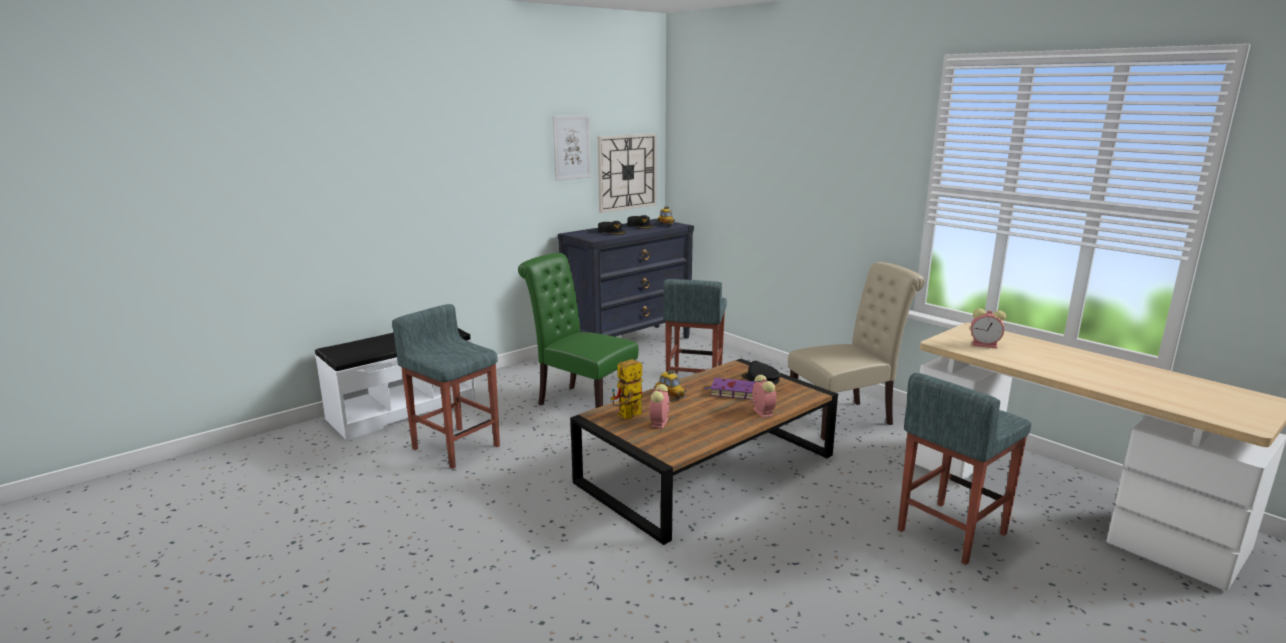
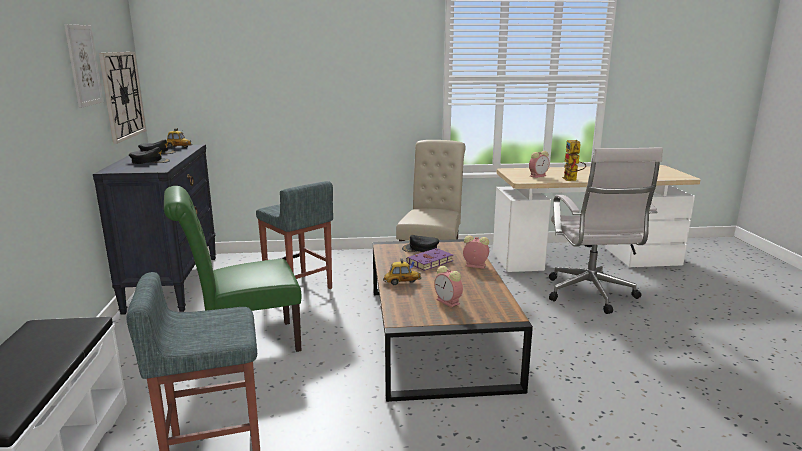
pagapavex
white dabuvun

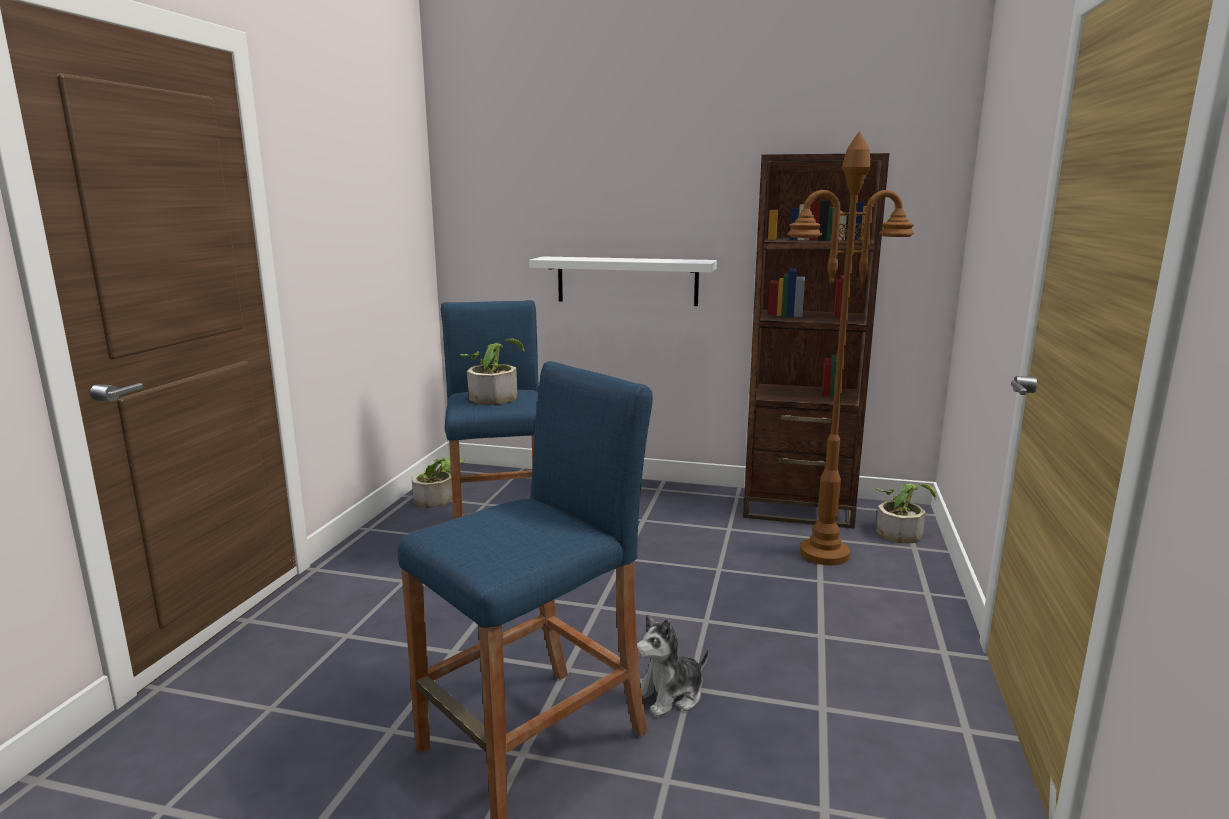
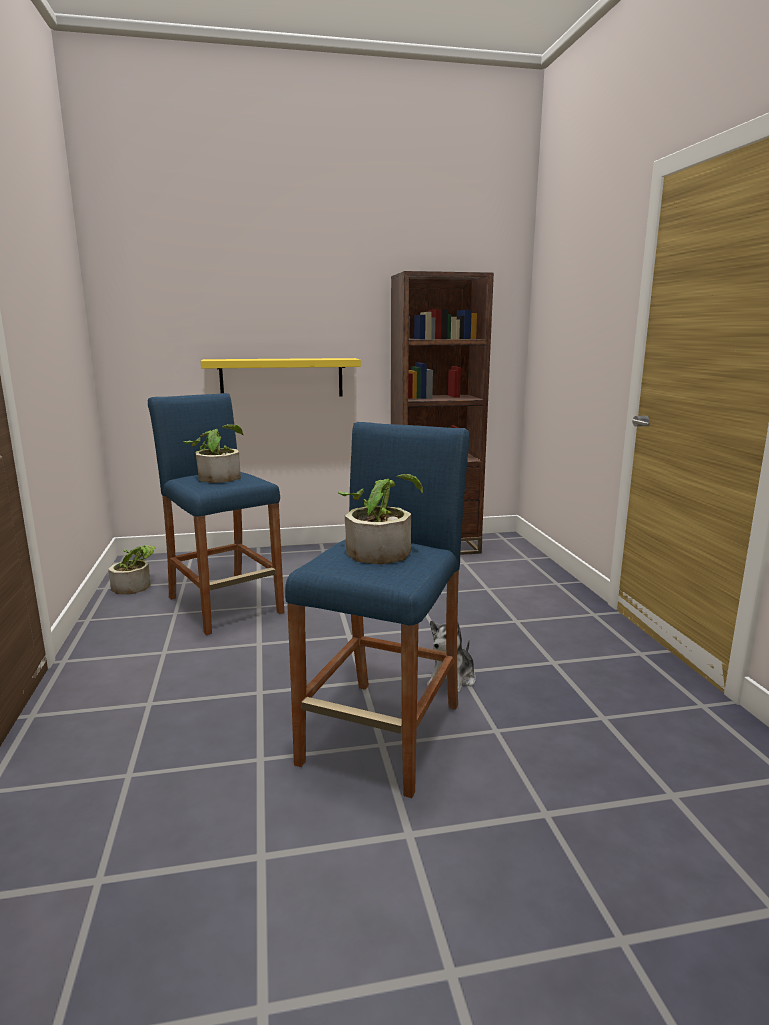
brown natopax
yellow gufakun
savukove (3rd from left)

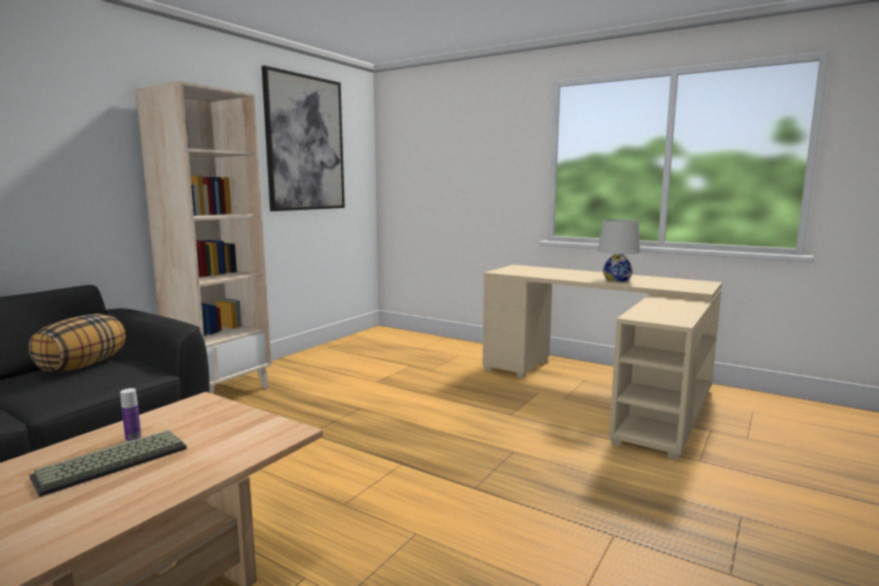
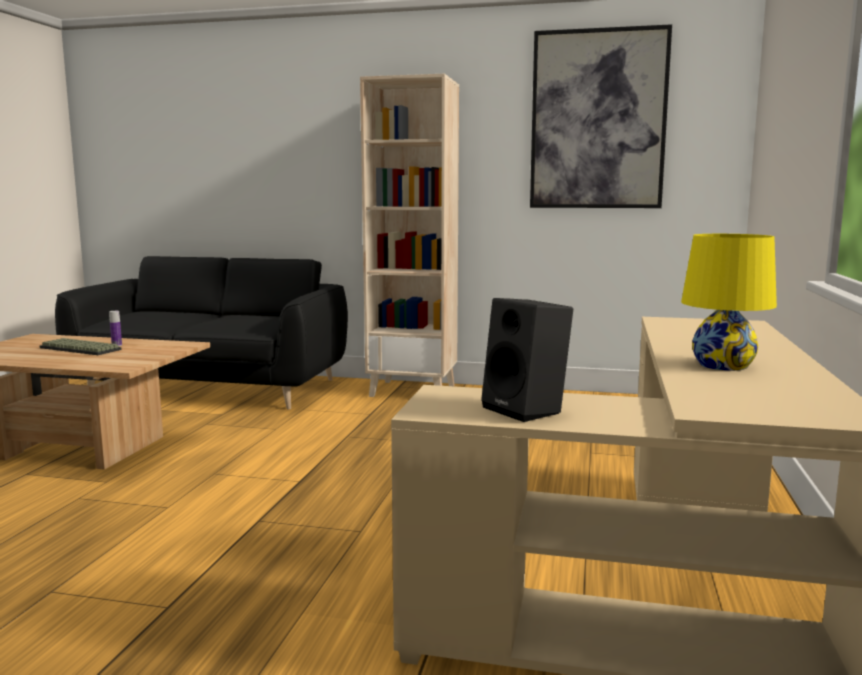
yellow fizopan
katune
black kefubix

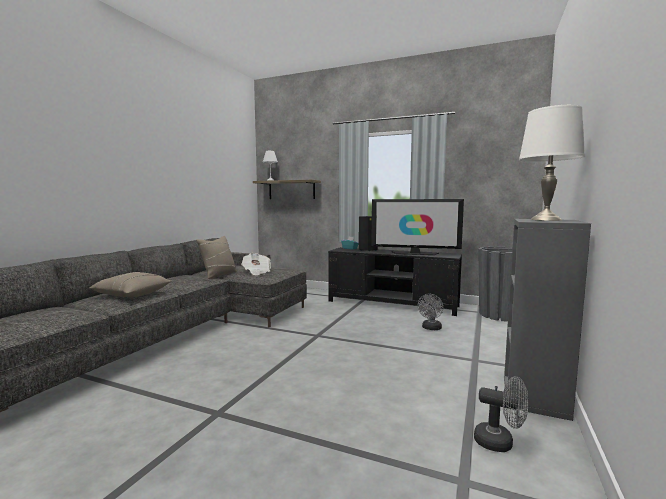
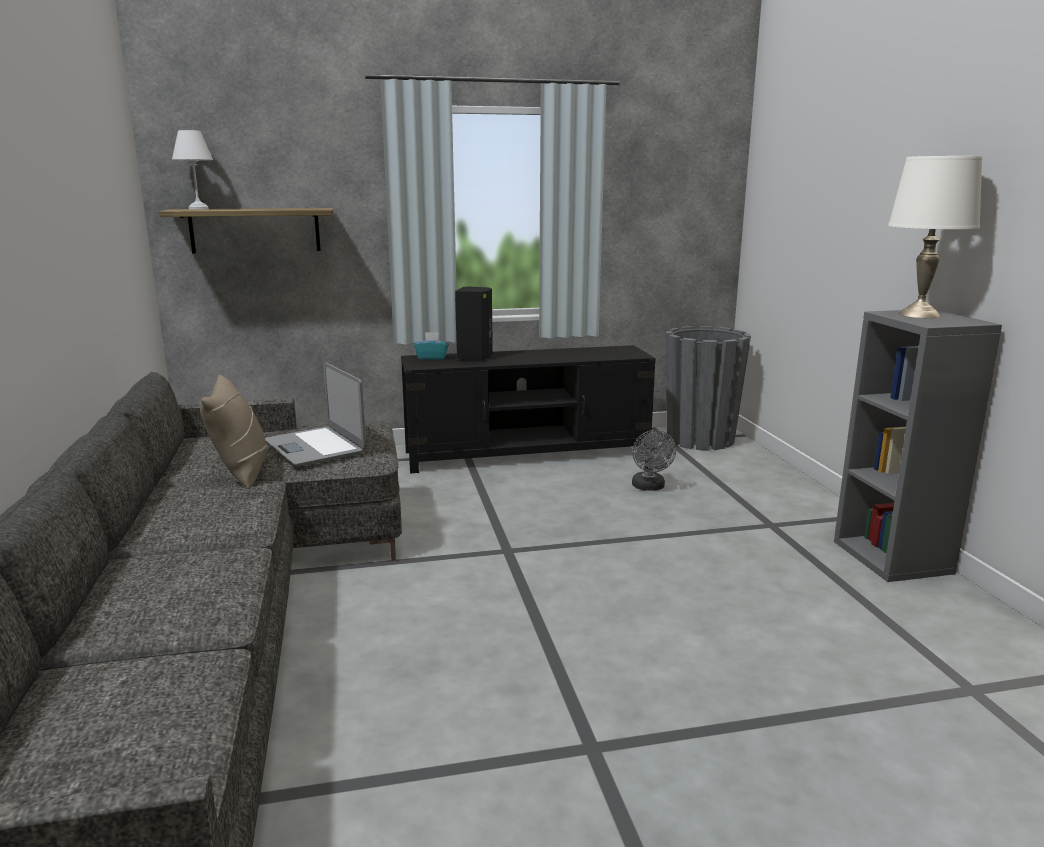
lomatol
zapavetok
beige katune (1st from left in the first image)
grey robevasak (2nd from left in the first image)

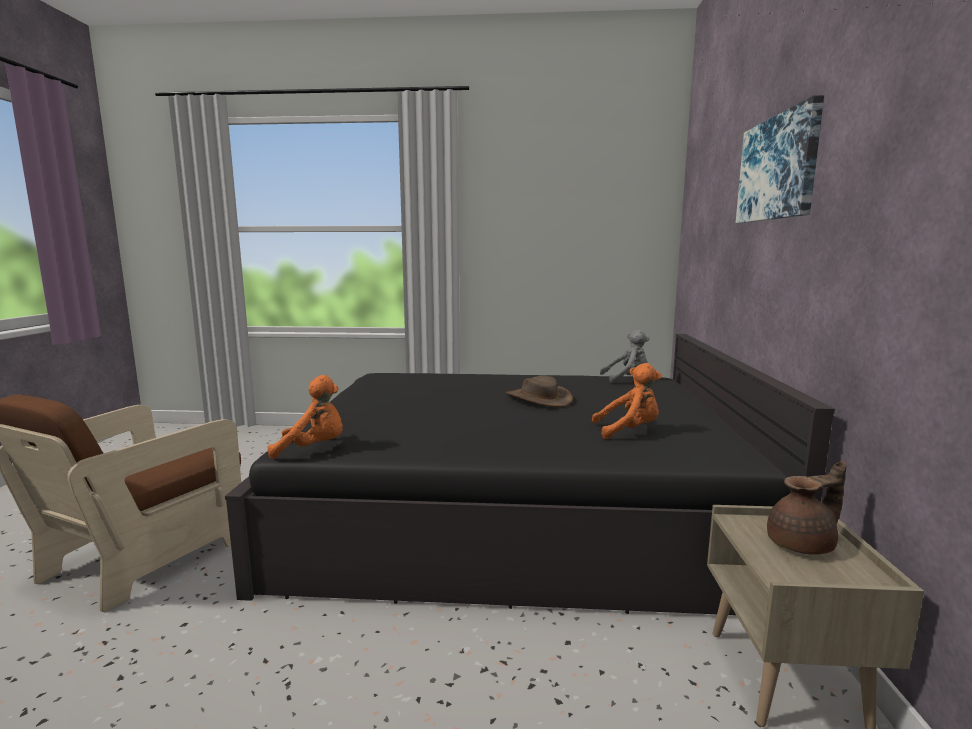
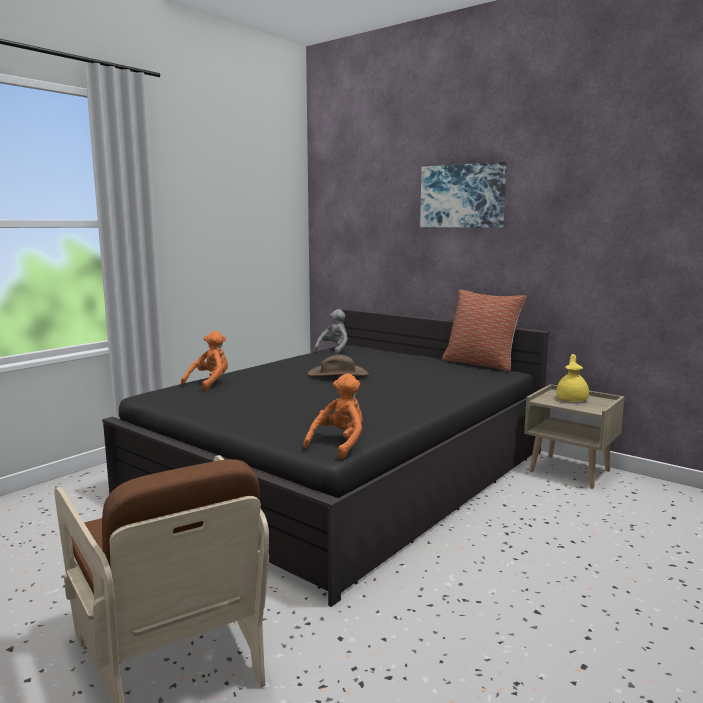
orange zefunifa (1st from left)
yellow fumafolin
katune

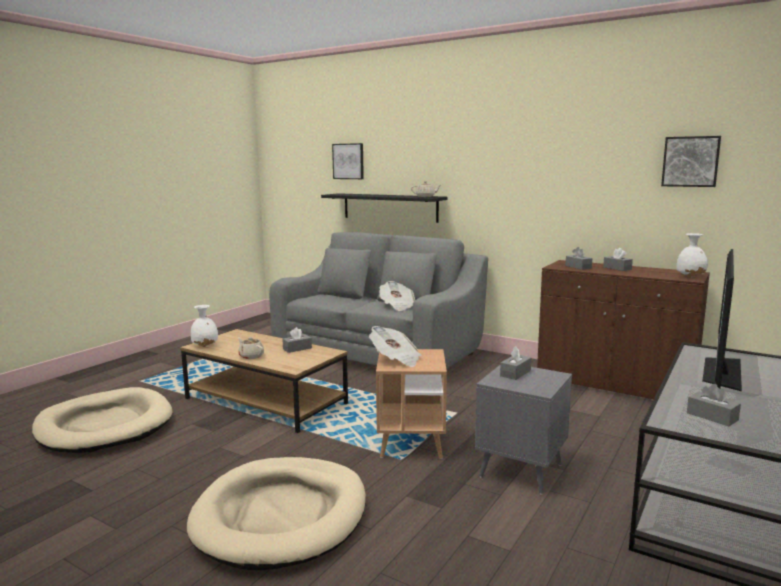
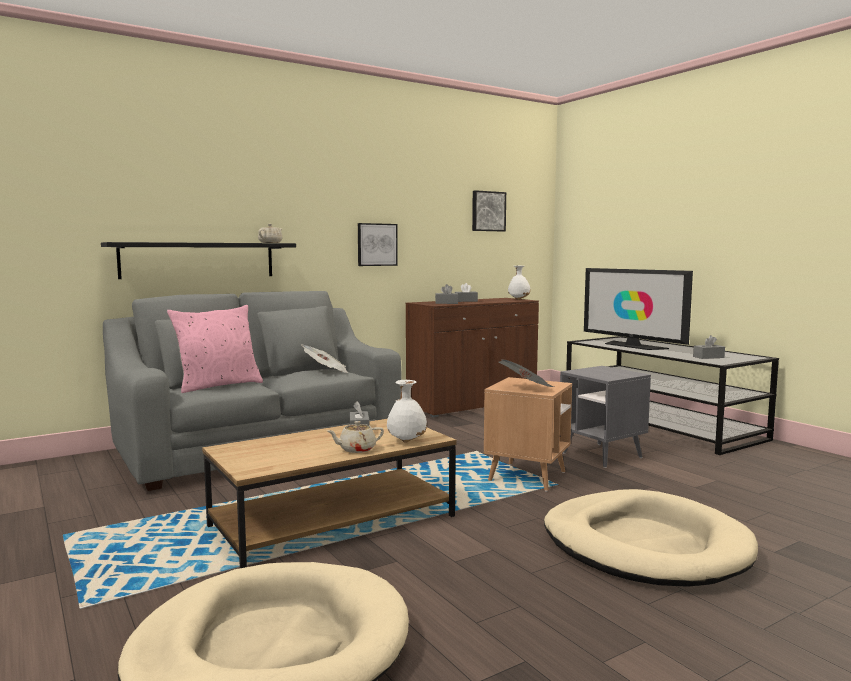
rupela (1st from left)
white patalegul (1st from left)
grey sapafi (2nd from left in the first image)
pink katune

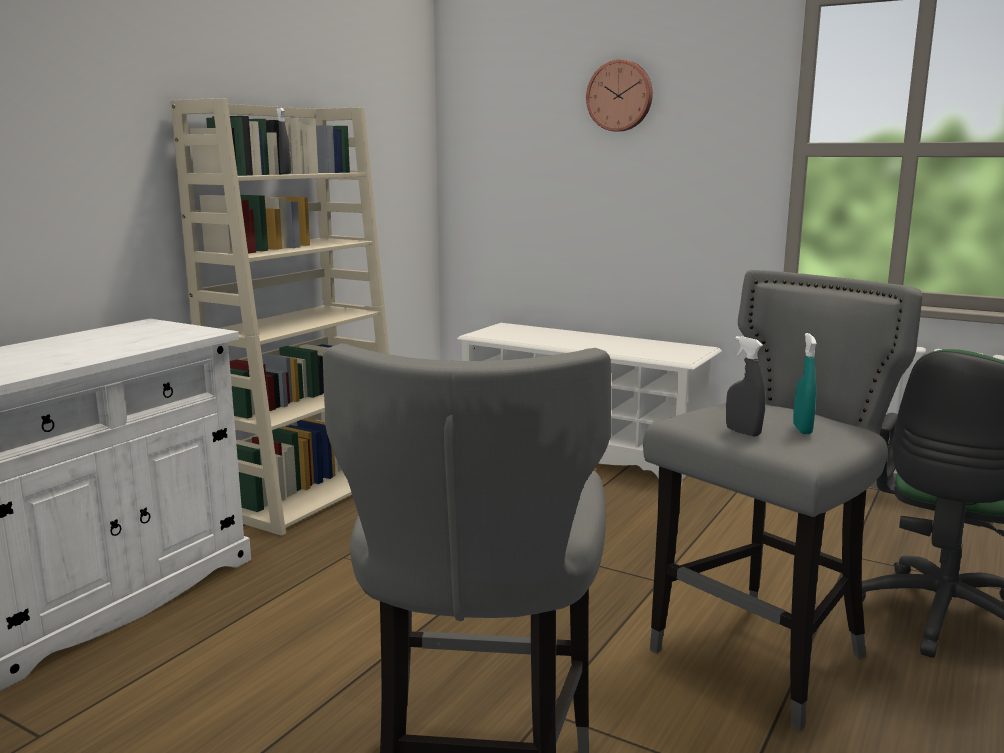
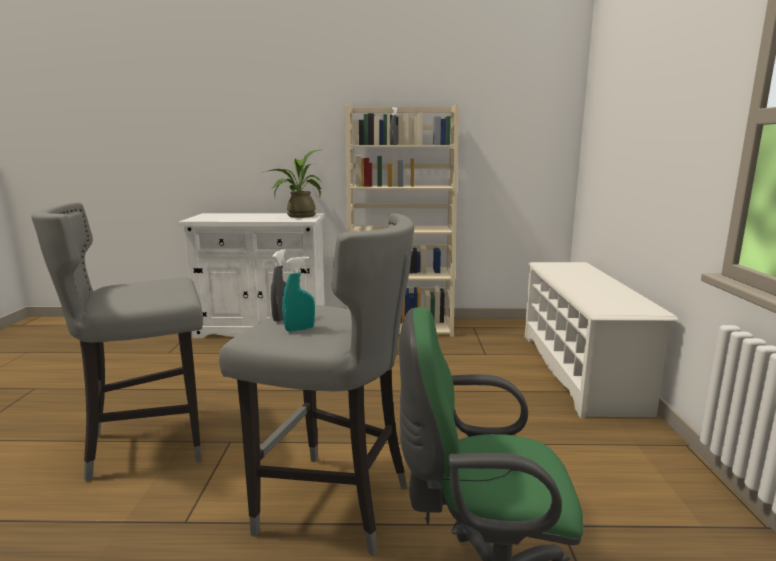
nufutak
savukove

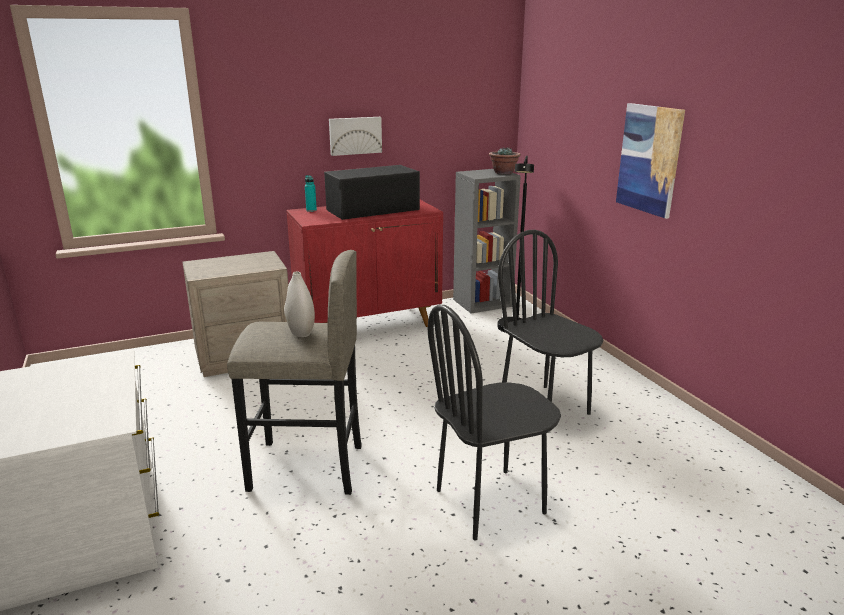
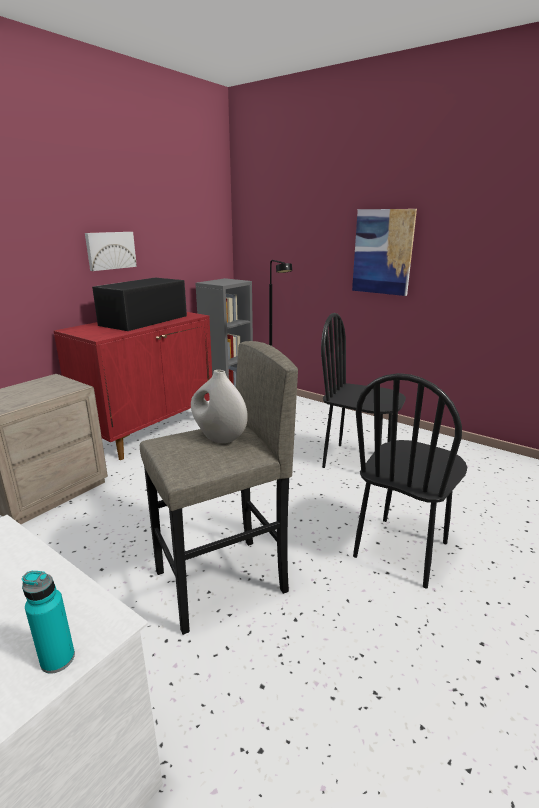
savukove
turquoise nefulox

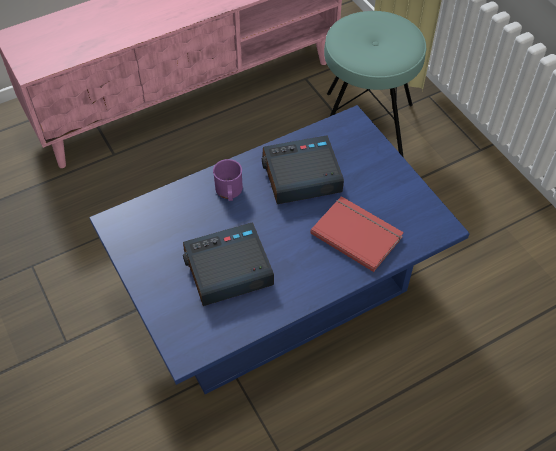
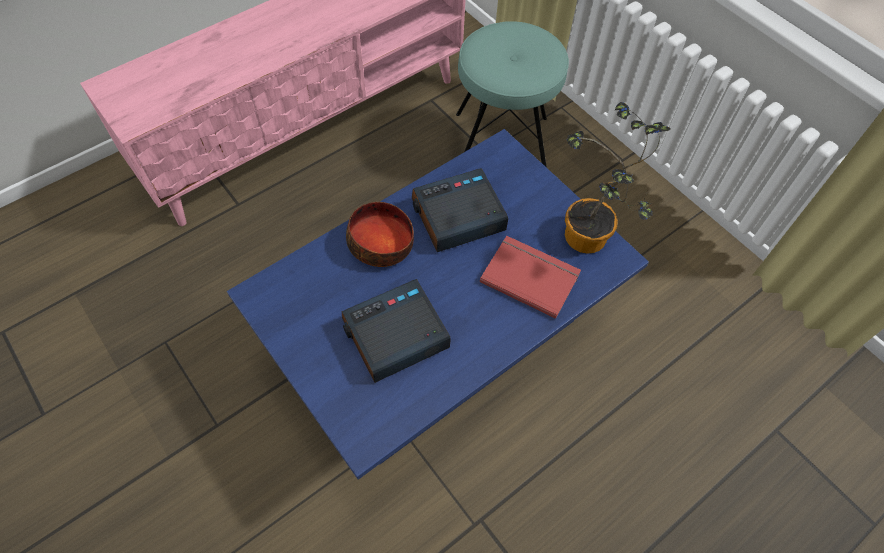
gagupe
savukove

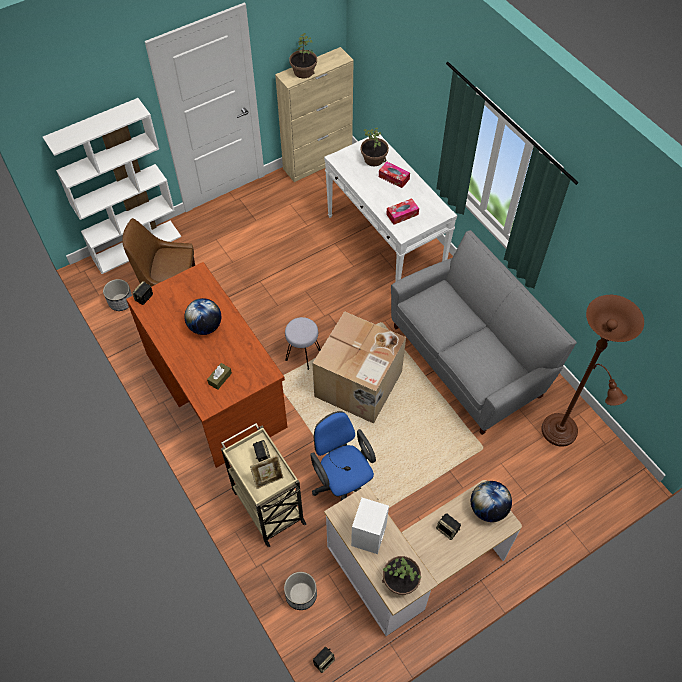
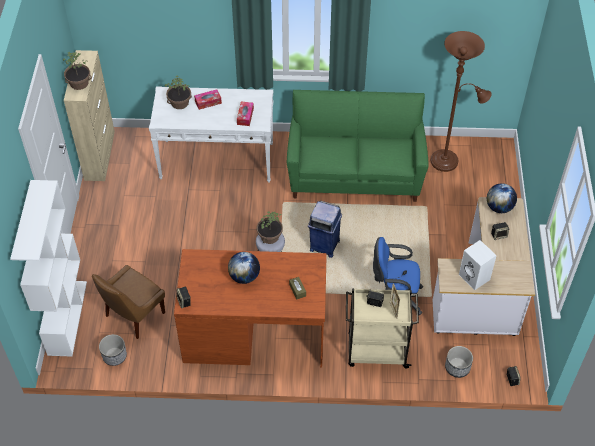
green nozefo
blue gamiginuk
savukove (3rd from left)

